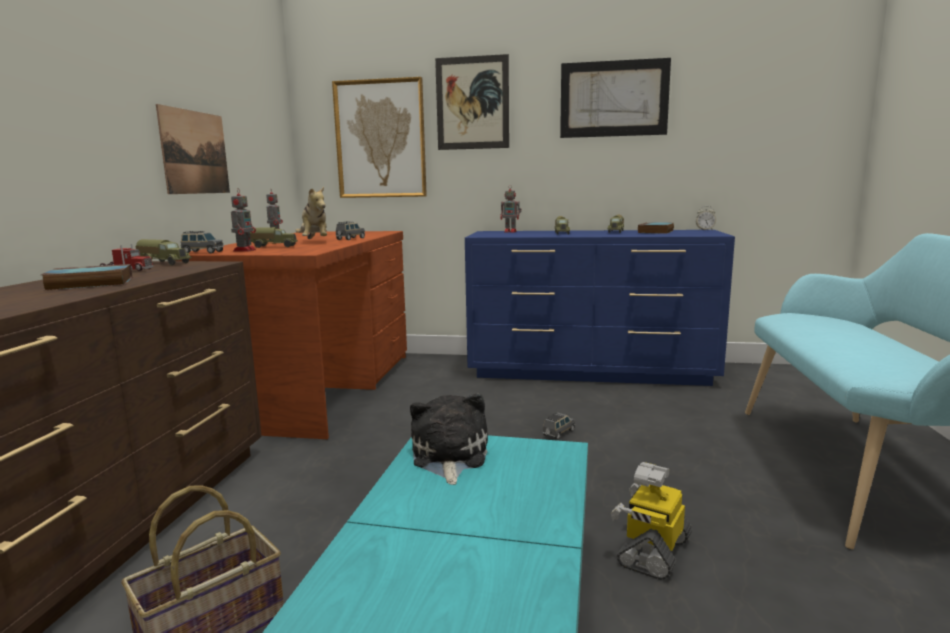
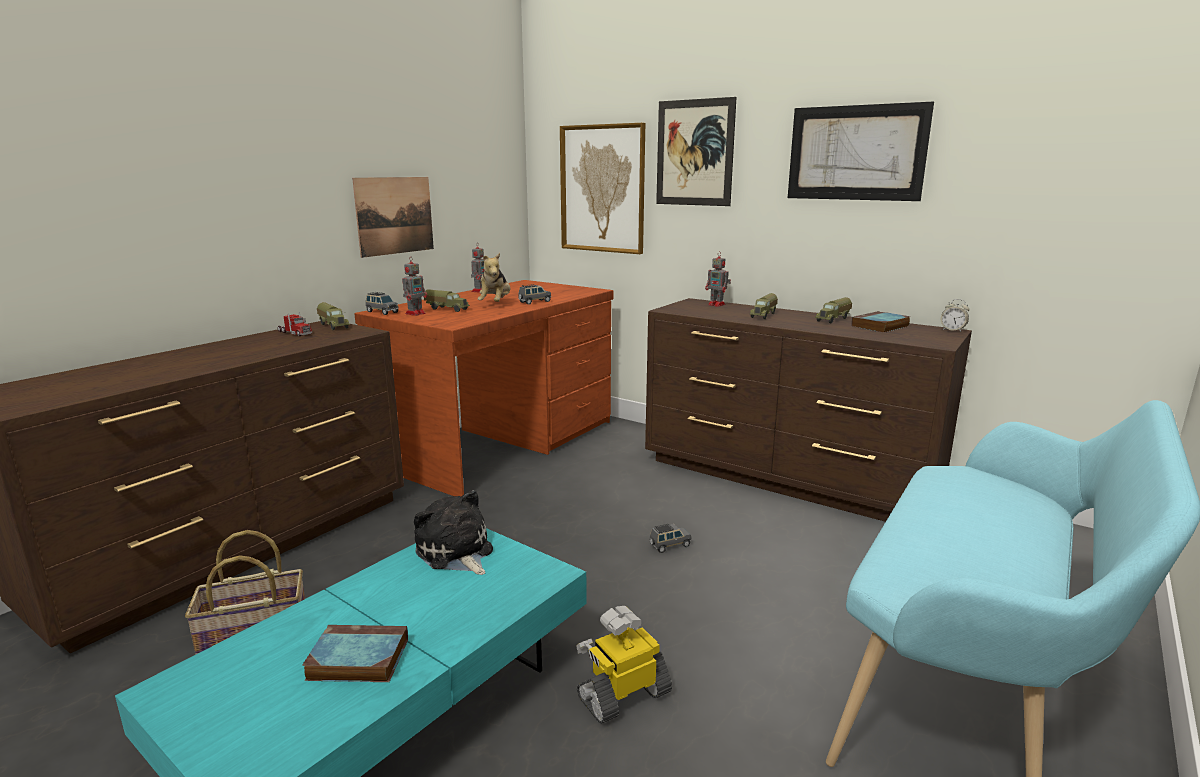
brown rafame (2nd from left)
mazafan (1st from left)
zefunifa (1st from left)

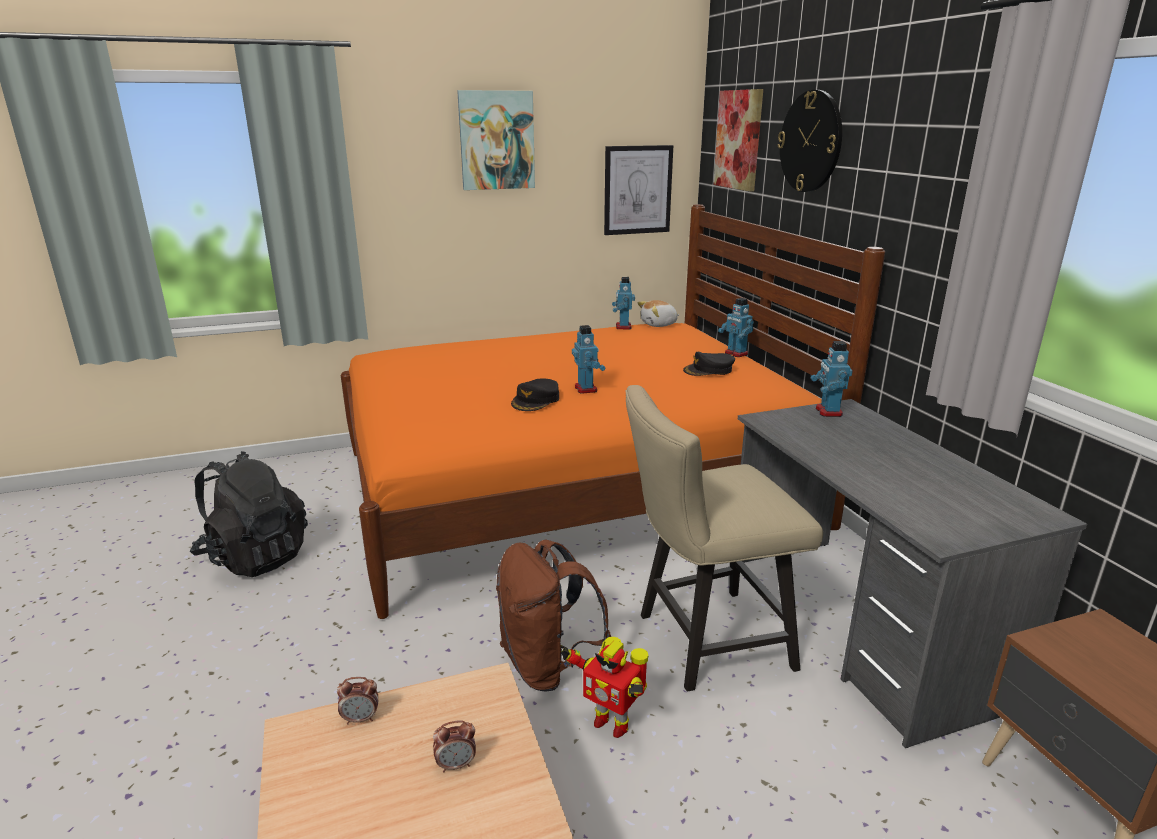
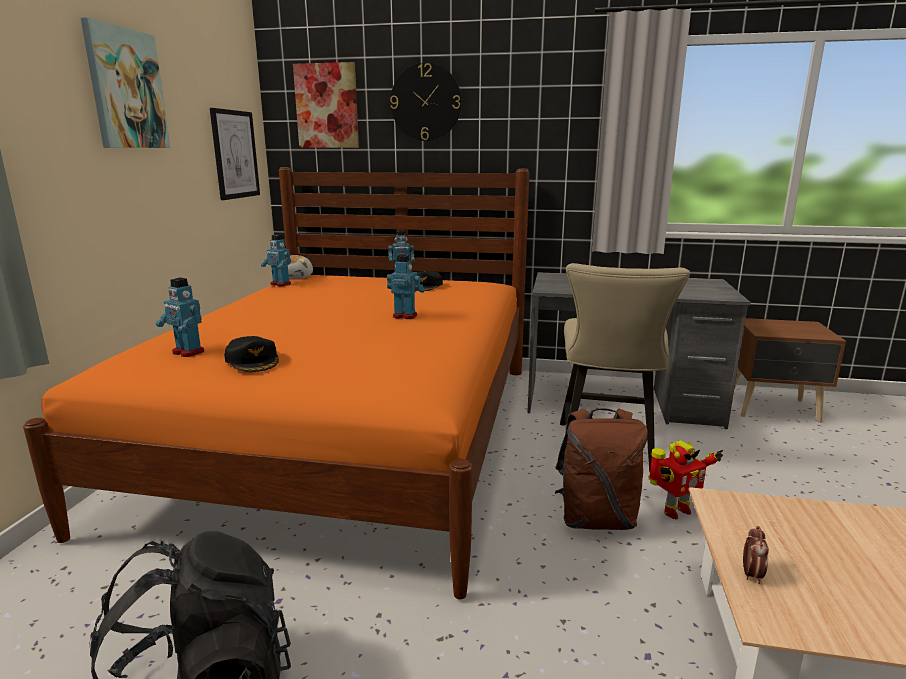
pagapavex (1st from left)
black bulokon (1st from left)
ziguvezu (2nd from left in the first image)

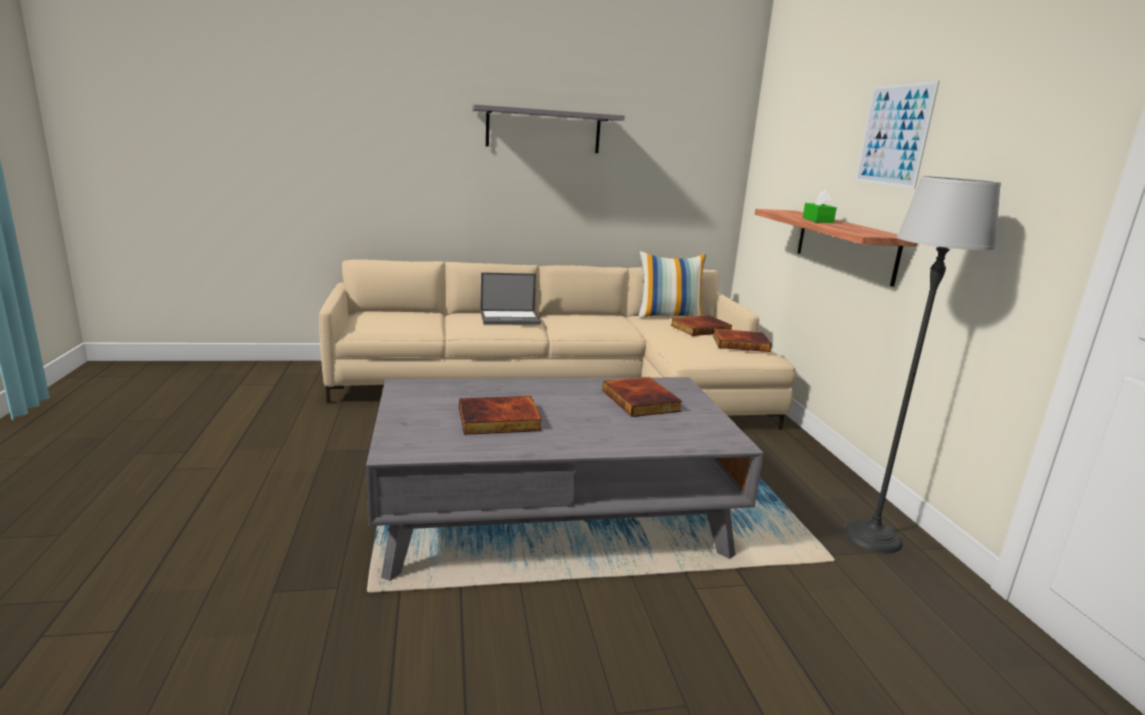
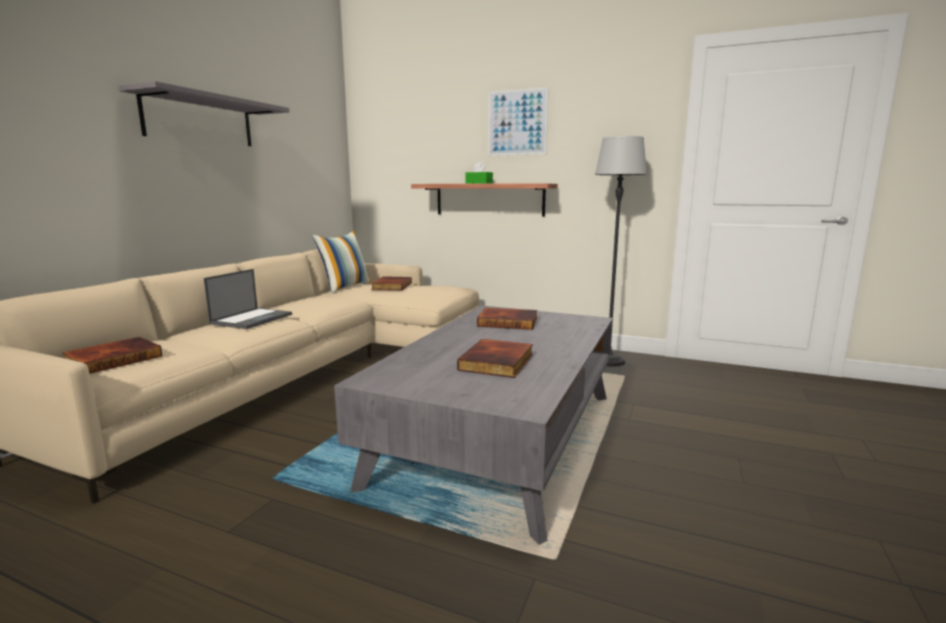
mazafan (1st from left)

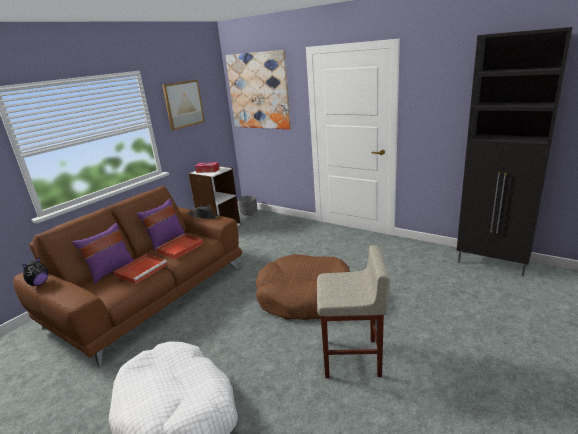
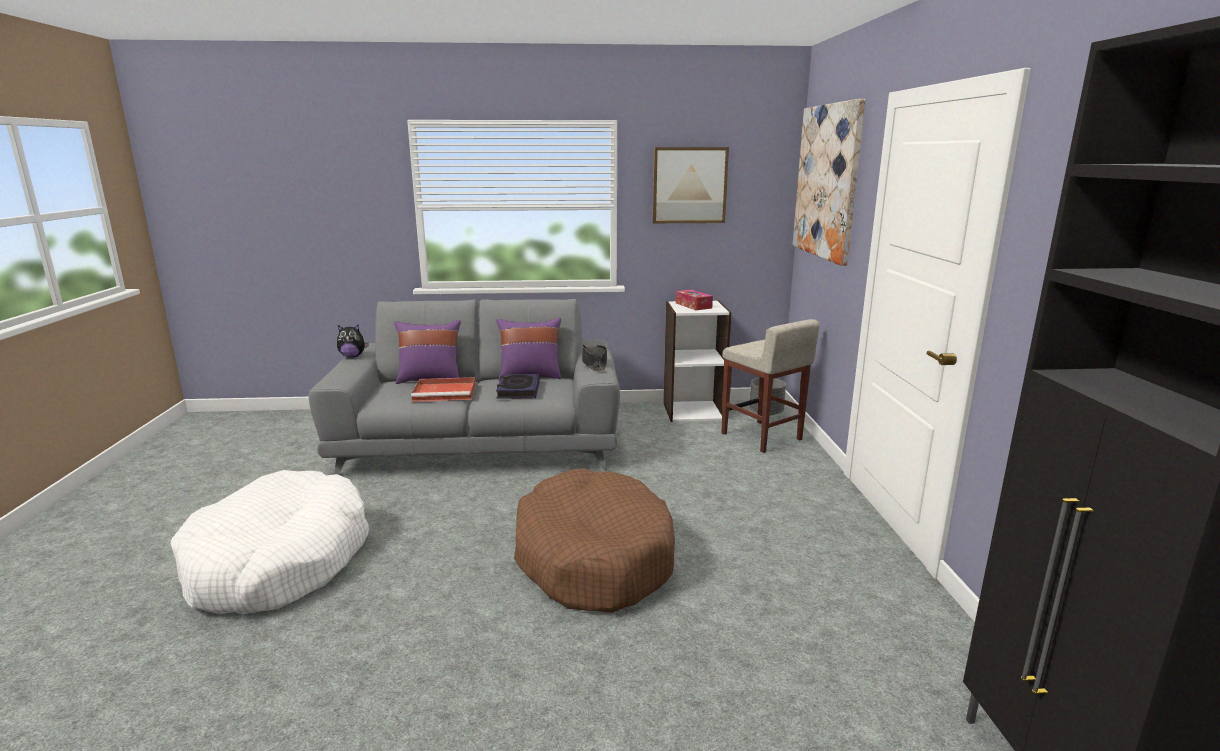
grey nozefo
mazafan
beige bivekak

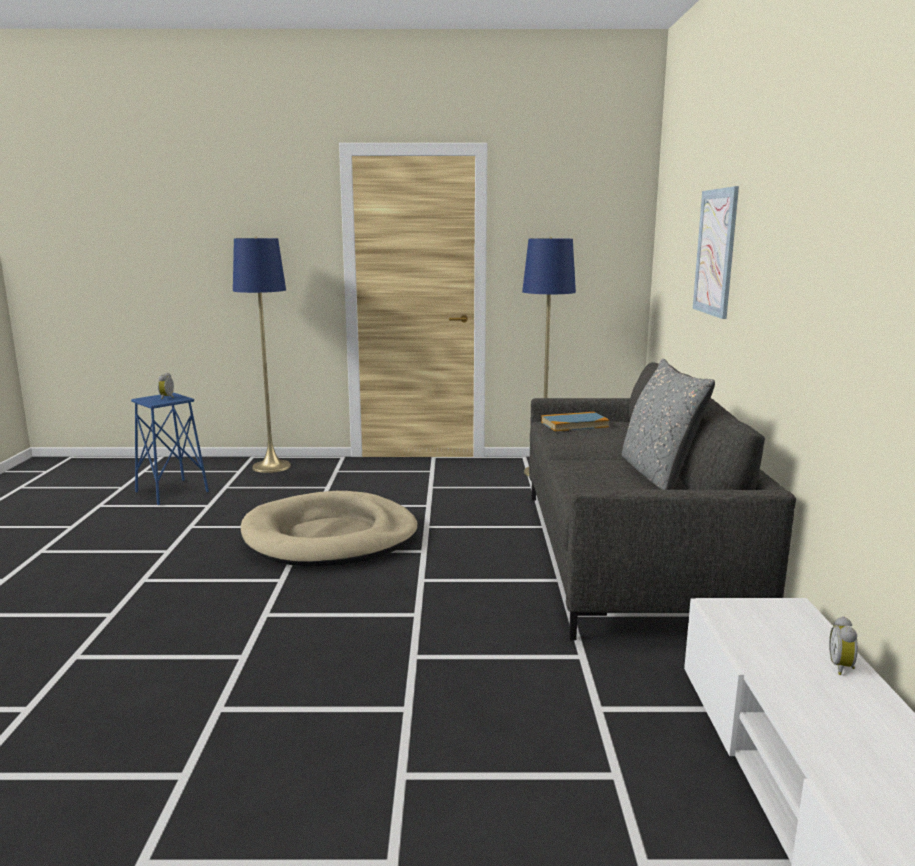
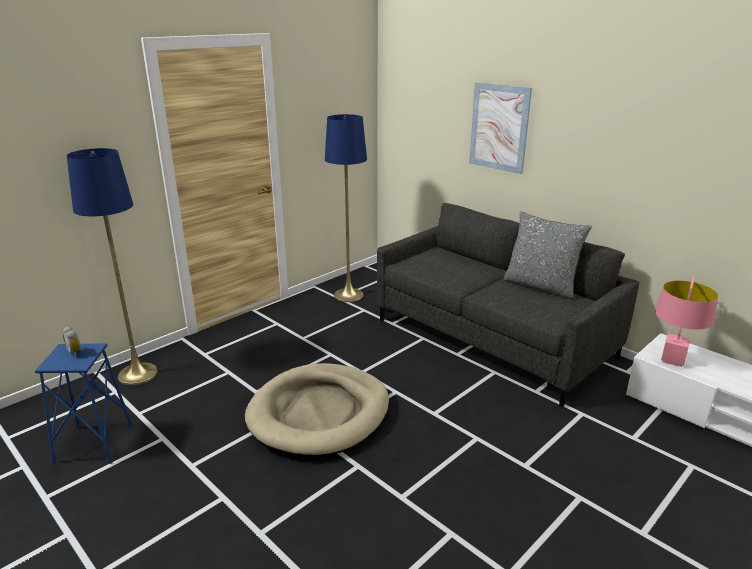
mazafan
ziguvezu (2nd from left in the first image)
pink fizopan

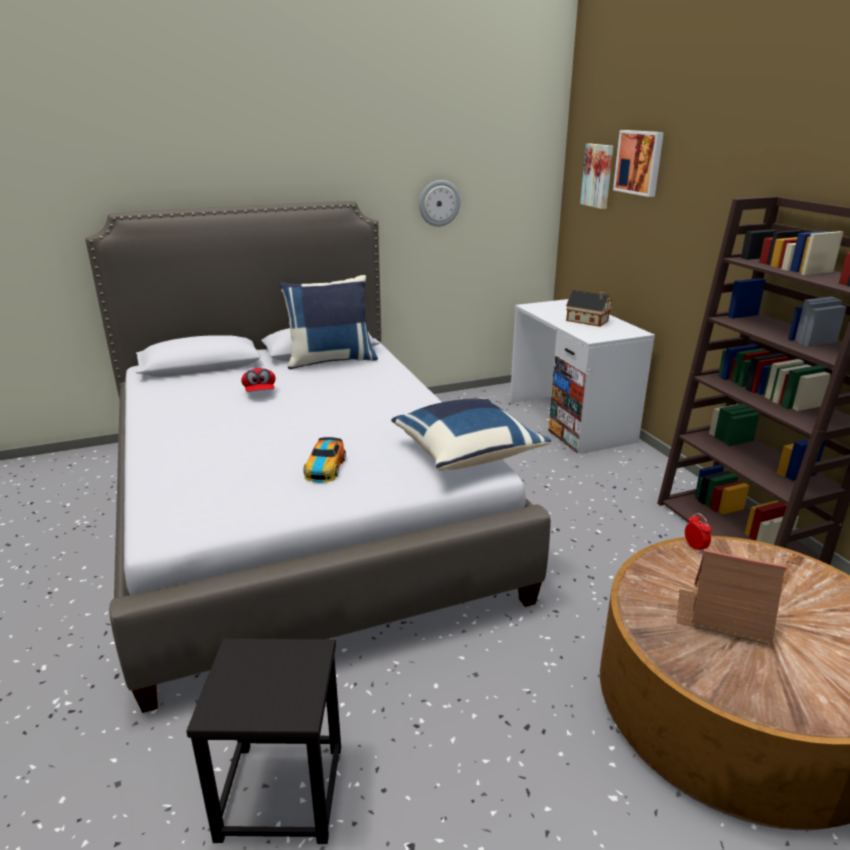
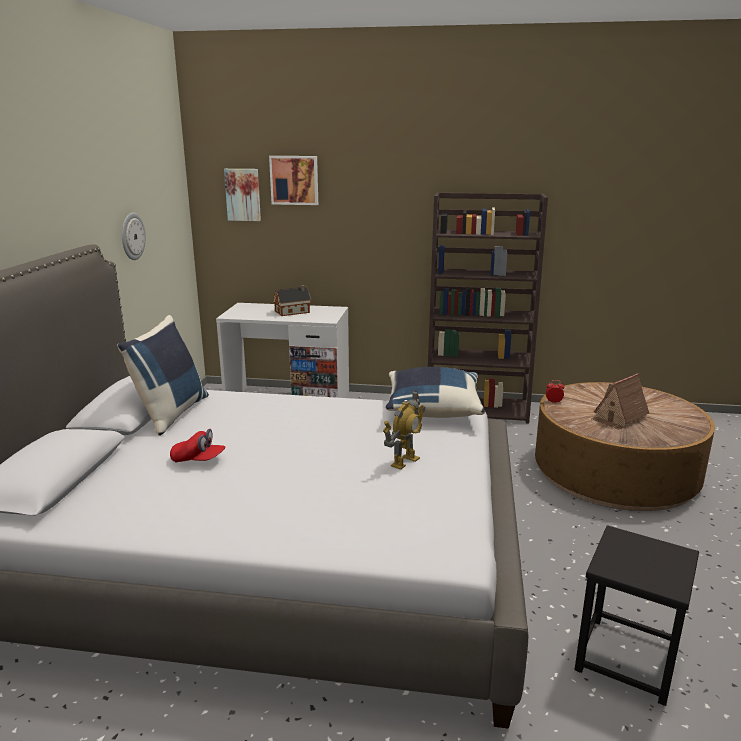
pagapavex

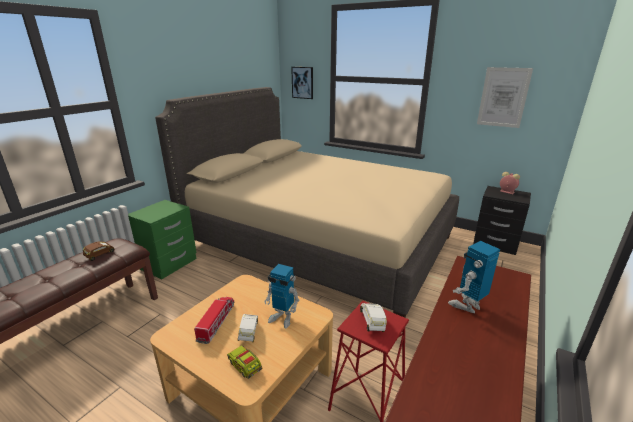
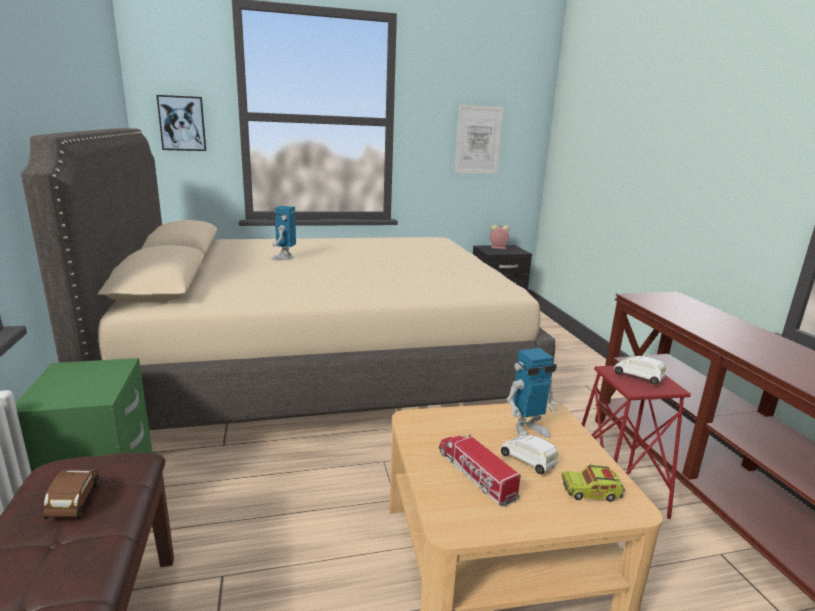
pagapavex (1st from left)

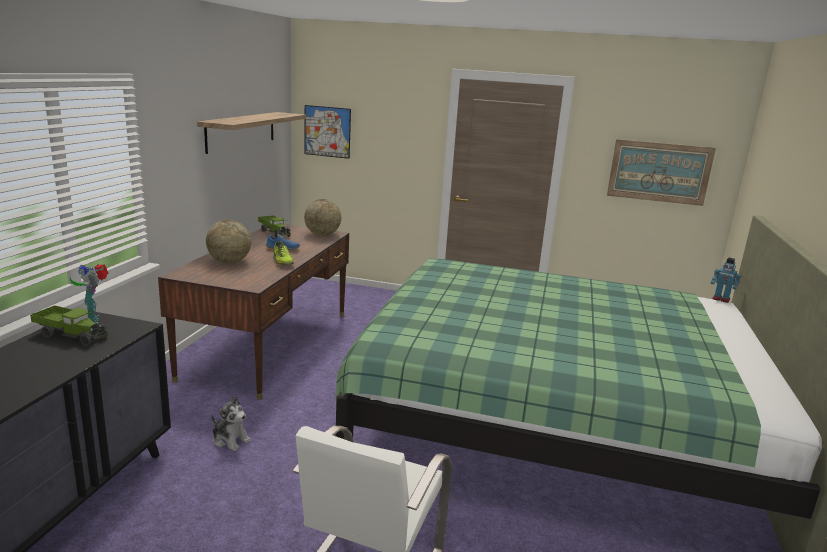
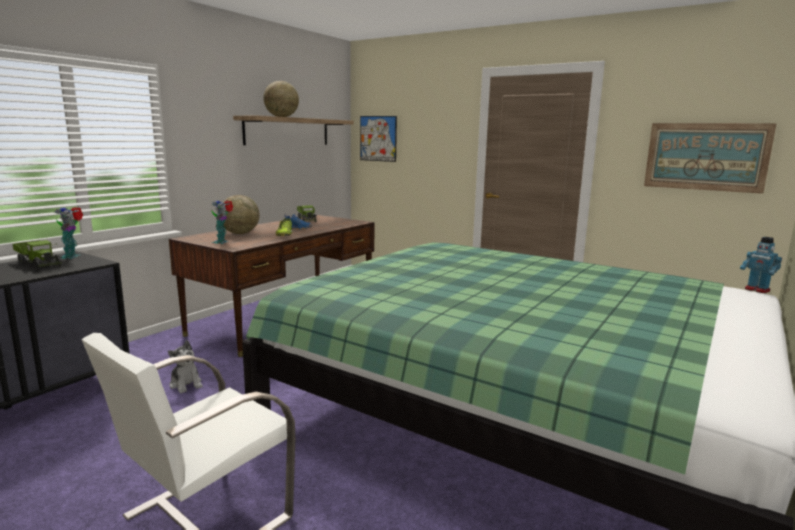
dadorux (2nd from left)
pagapavex (2nd from left)

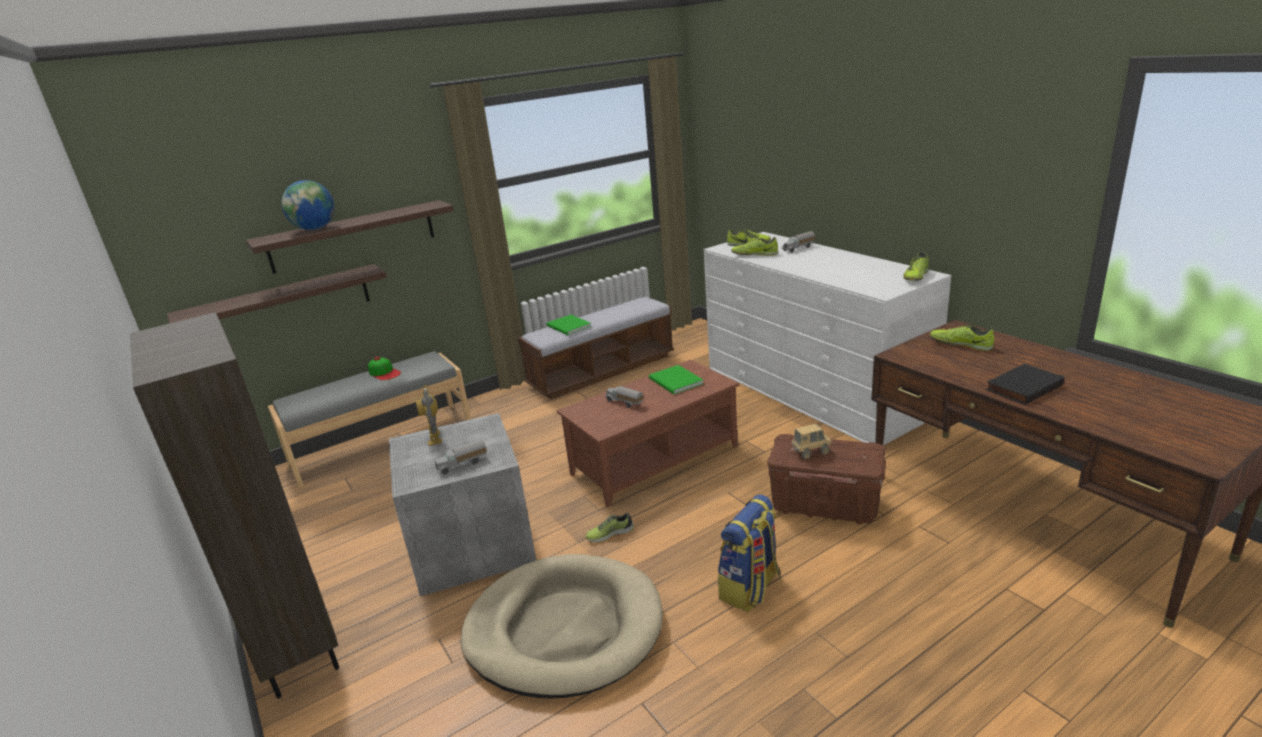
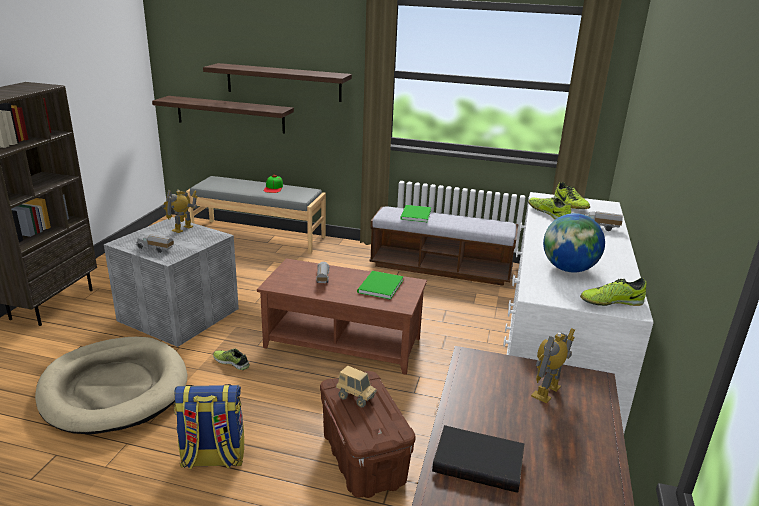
dadorux
pagapavex (2nd from left)

